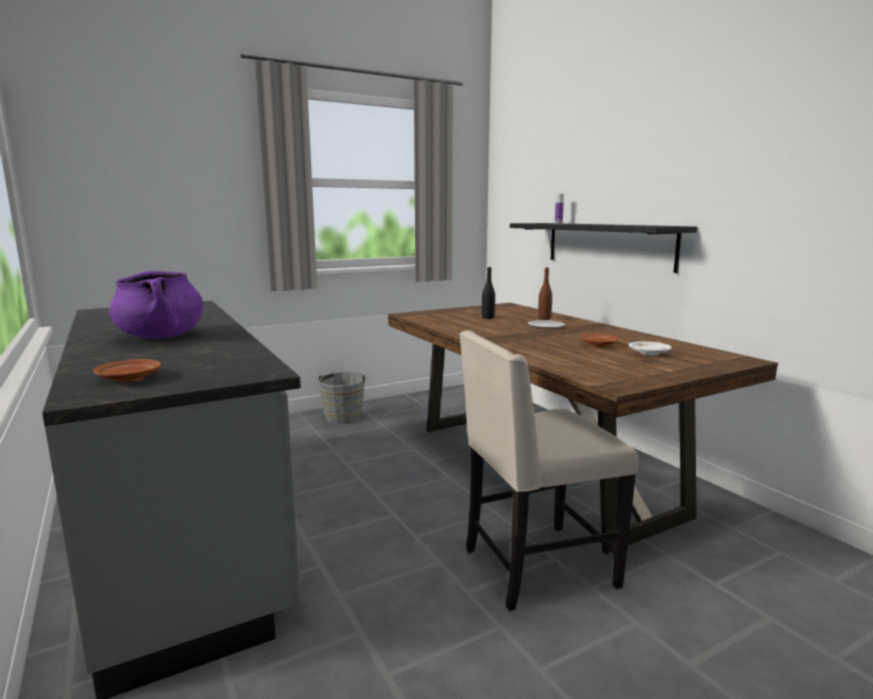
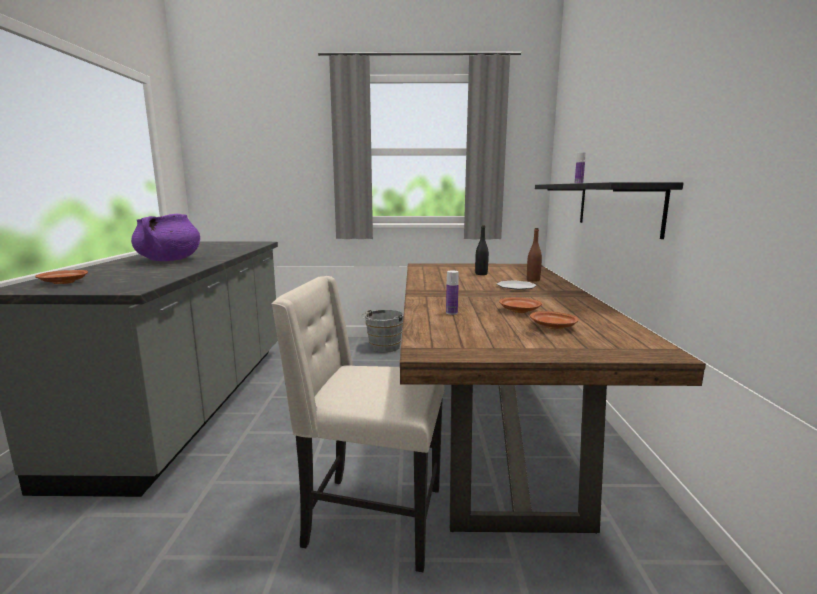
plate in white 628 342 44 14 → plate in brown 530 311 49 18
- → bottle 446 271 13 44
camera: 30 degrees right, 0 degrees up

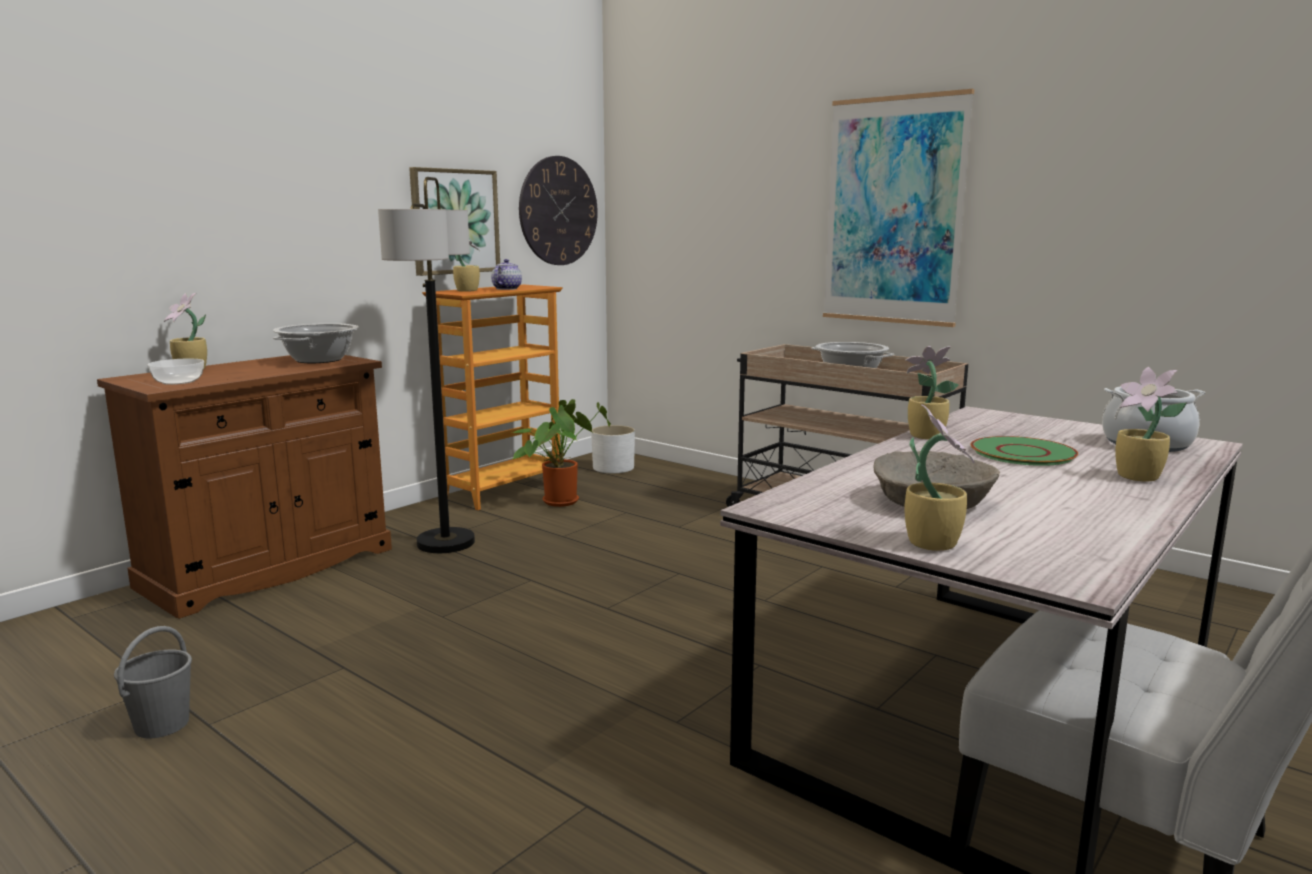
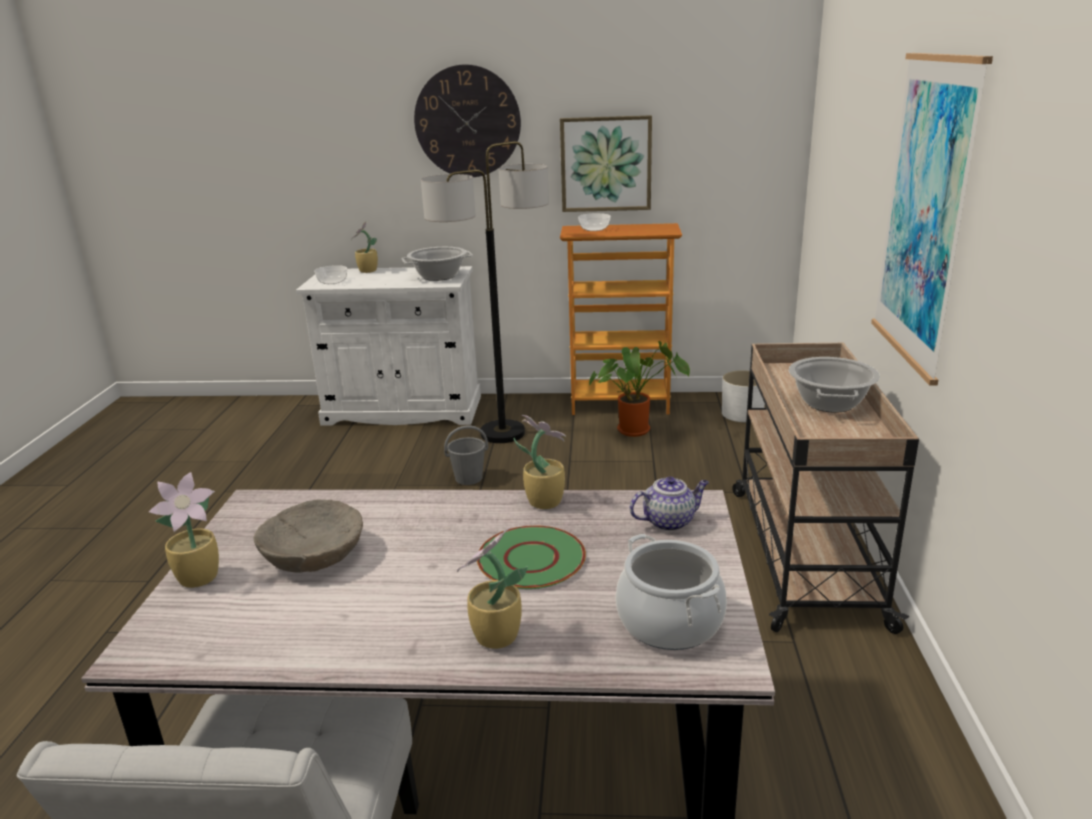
wall clock 519 156 79 109 → wall clock 414 64 107 113, move
potted plant 453 240 27 52 → bowl 578 213 33 18
teapot 491 259 31 31 → teapot 629 477 80 54, move
cabinet in brown 97 355 295 264 → cabinet in white 296 266 185 160
bucket in grey 114 626 78 112 → bucket in grey 444 426 44 59, move
camera: 55 degrees right, 10 degrees up

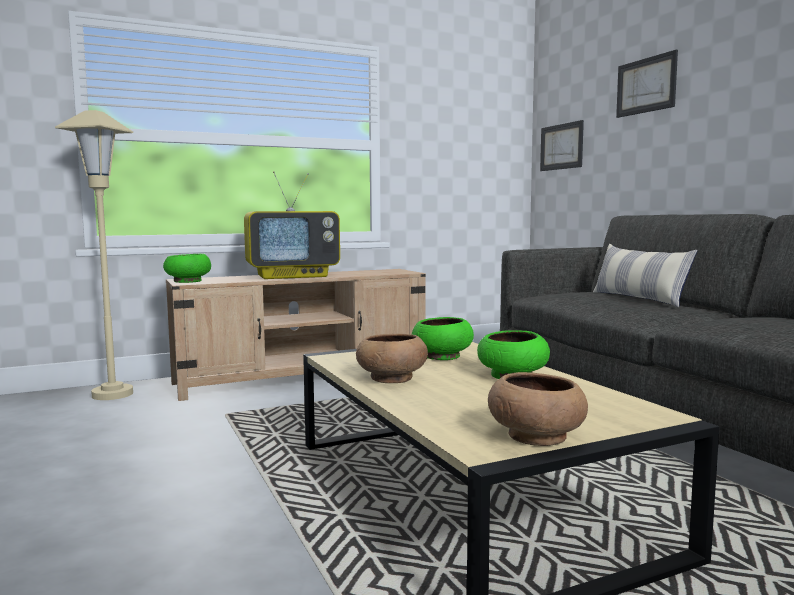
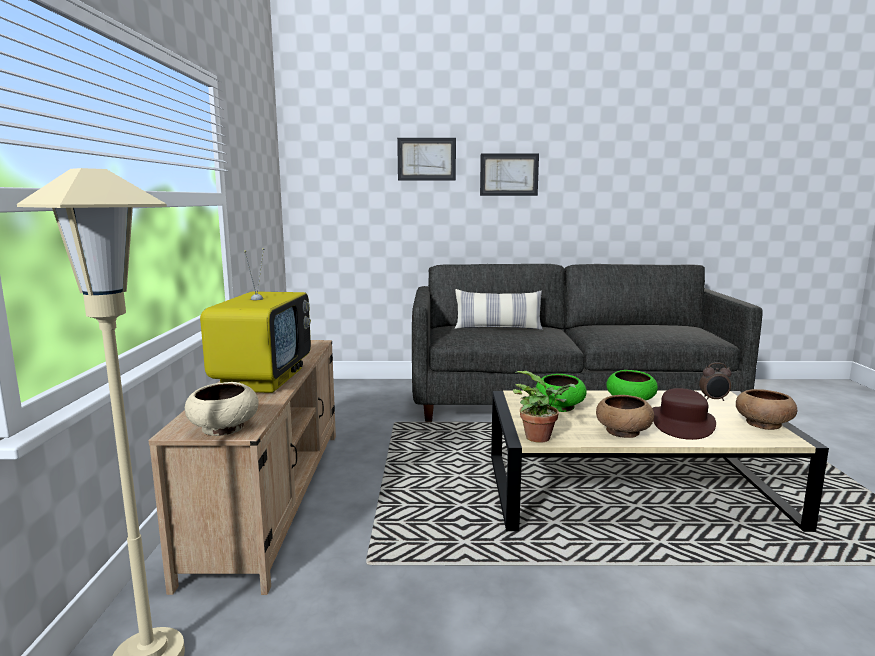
picture 540 120 44 51 → picture 480 153 59 43, move
bowl in green 163 254 48 29 → bowl in beige 185 382 73 54
- → alarm clock 699 363 33 38
- → potted plant 513 371 63 72
- → hat in brown 652 388 64 52
camera: 65 degrees left, 5 degrees up

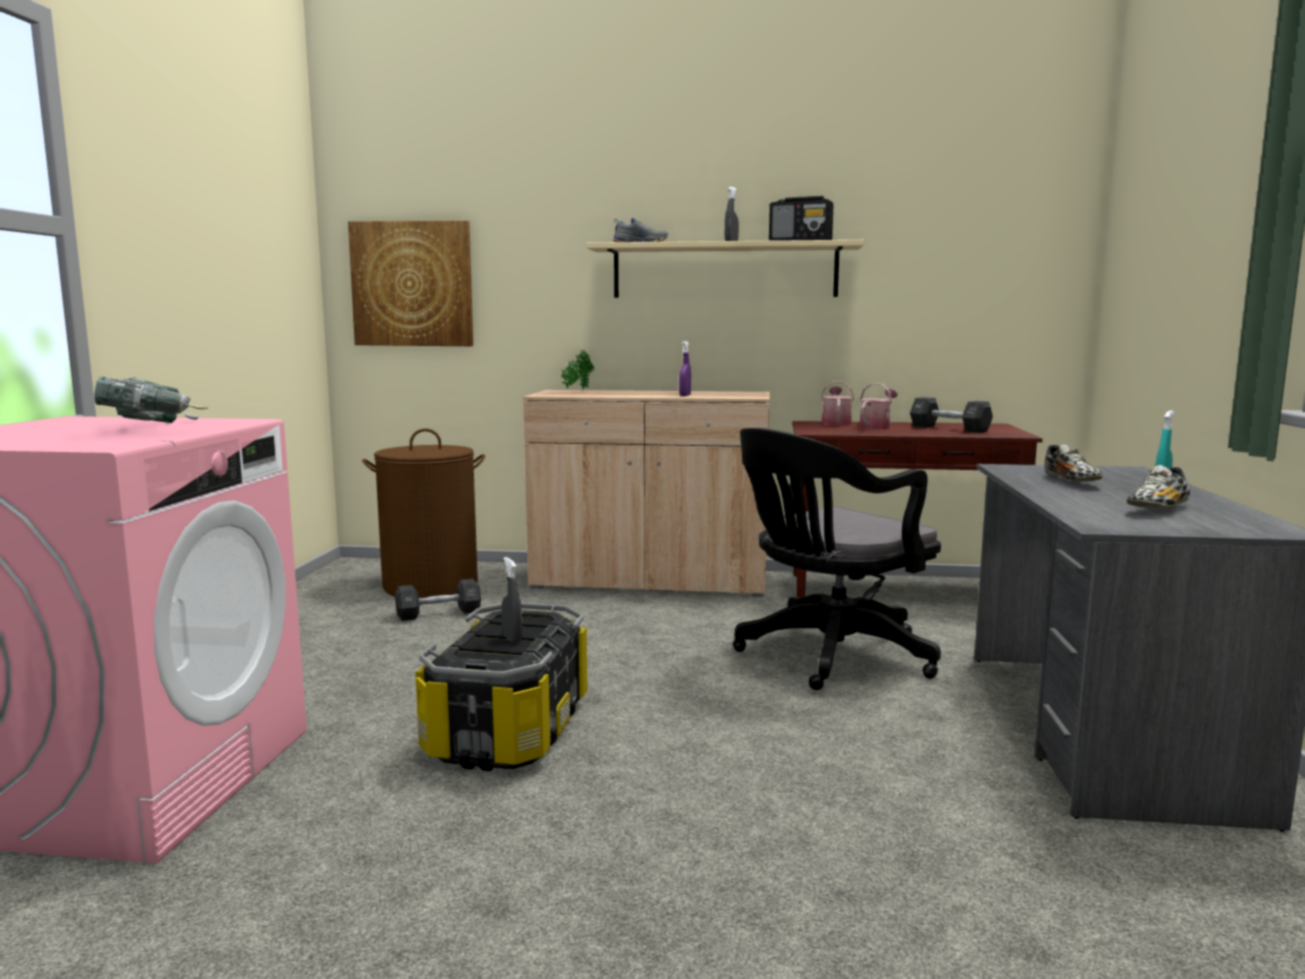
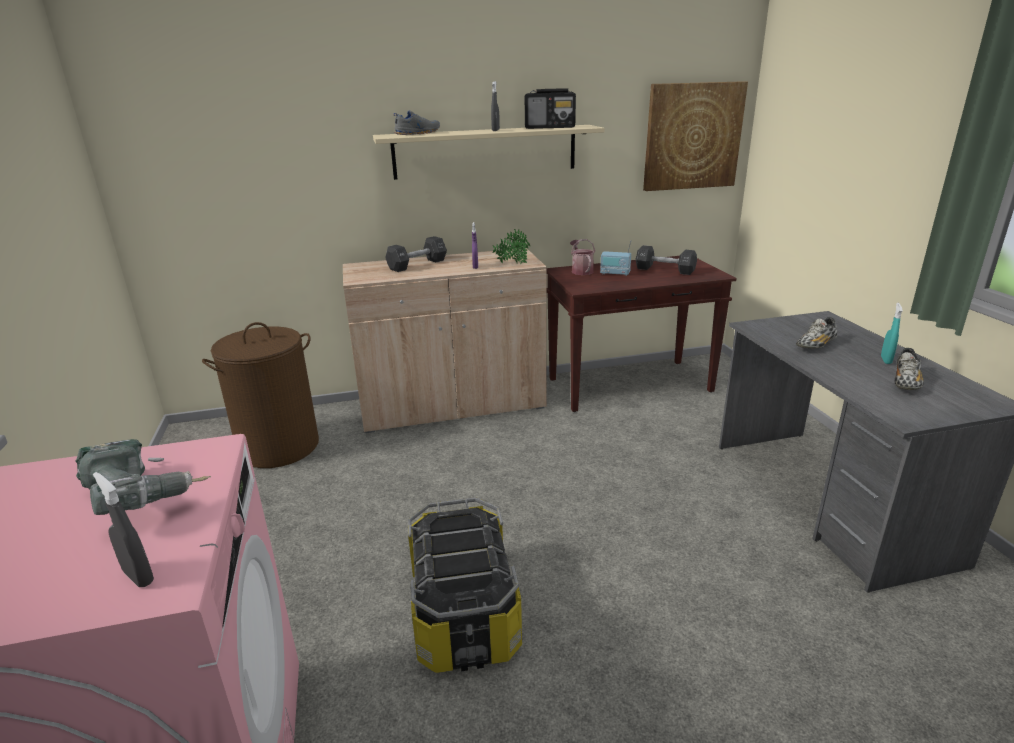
picture 348 220 125 126 → picture 643 81 105 110, move
potted plant 561 349 33 41 → potted plant 493 229 37 35, move
watering can 859 383 39 47 → radio 600 240 31 36
office chair in black 733 428 208 262 → -
shoe 1044 444 59 38 → shoe 796 317 42 31, 75 degrees clockwise
spray bottle in grey 501 557 21 86 → spray bottle in grey 93 472 61 115, move
dumbbell in black 395 579 86 42 → dumbbell in black 385 236 62 36, move
camera: 20 degrees left, 15 degrees up

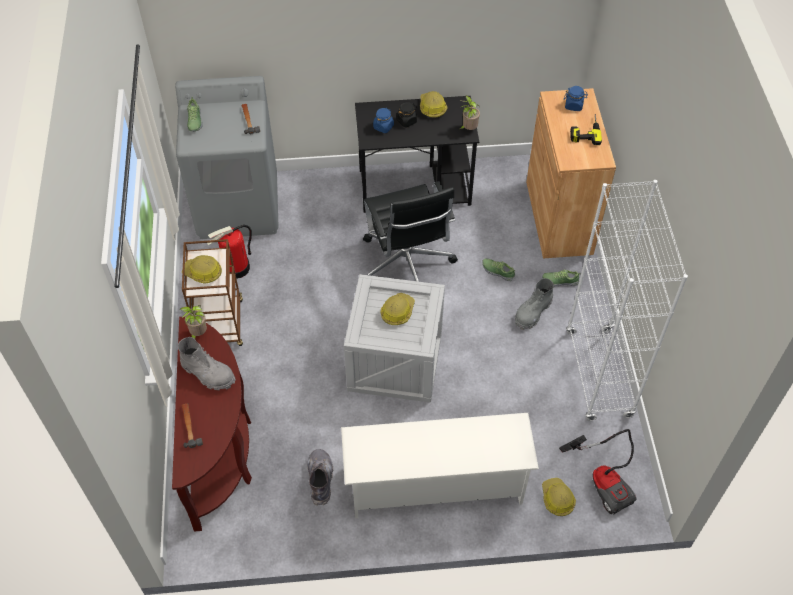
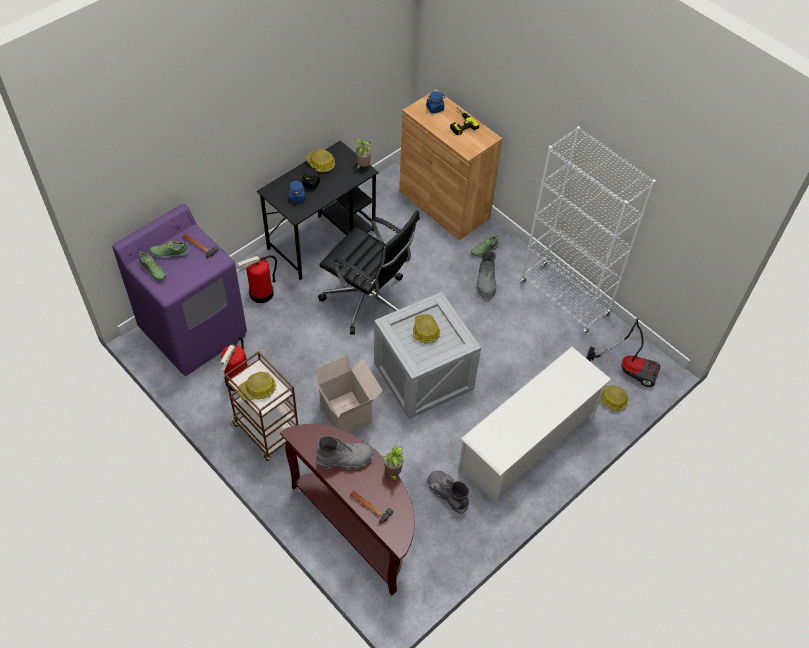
washing machine in grey 175 76 104 163 → washing machine in purple 112 204 135 172
shoe 482 258 33 23 → shoe 150 241 38 18, move
potted plant 180 305 27 34 → potted plant 384 446 20 37, move
- → fire extinguisher 237 255 40 48
- → cardboard box 313 355 70 78
camera: 40 degrees left, 0 degrees up

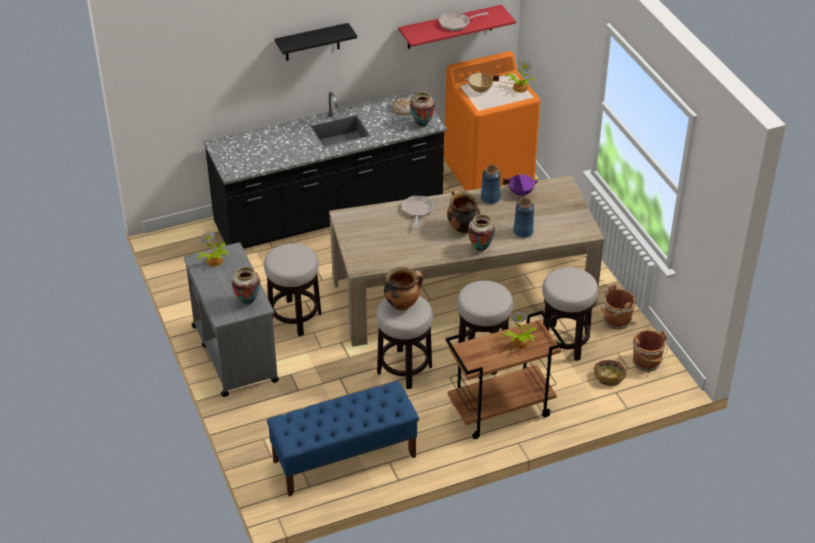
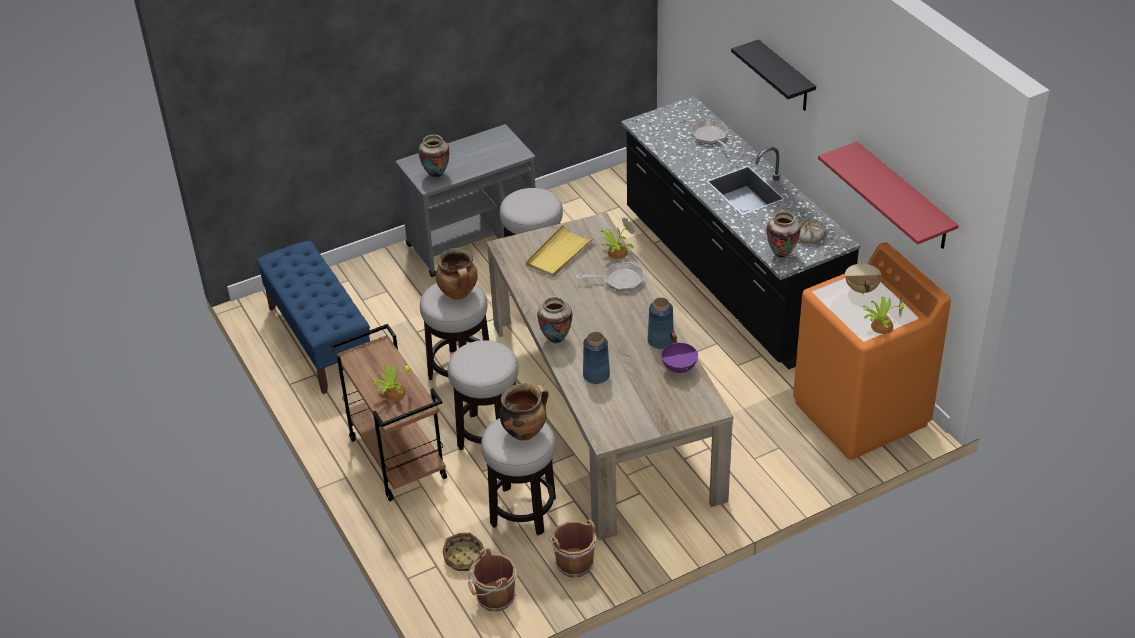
frying pan 439 12 49 19 → frying pan 690 119 42 33, move
cooking pot 447 190 34 44 → cooking pot 499 384 50 56, move
potted plant 198 231 31 36 → potted plant 600 217 35 42, move
- → tray in yellow 526 225 68 52
camera: 85 degrees right, 0 degrees up

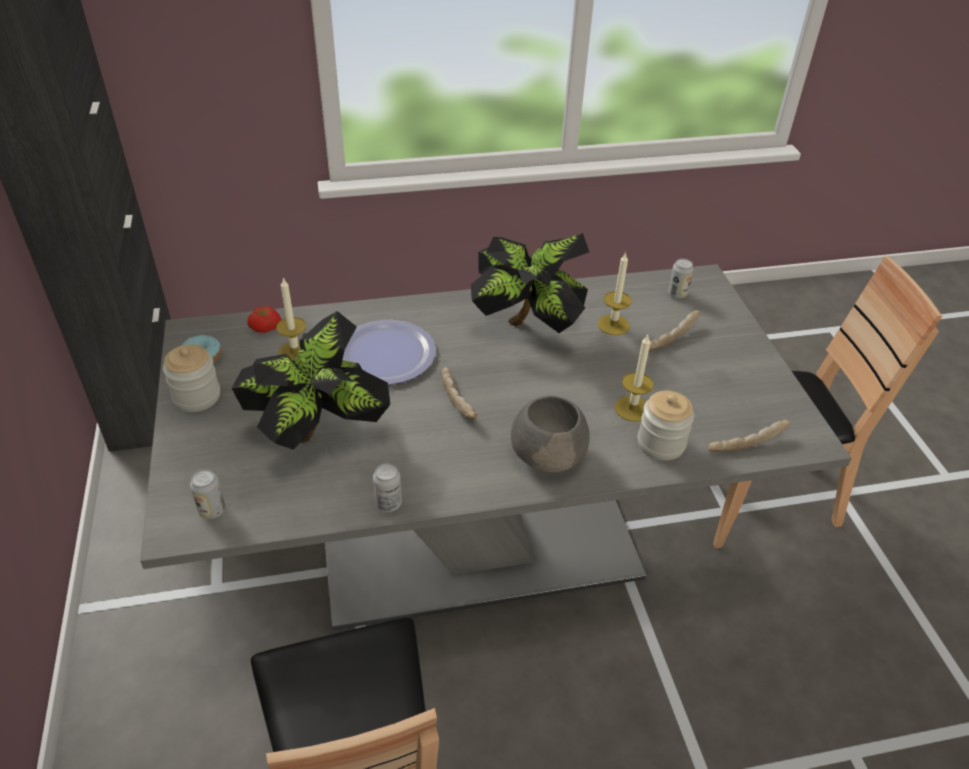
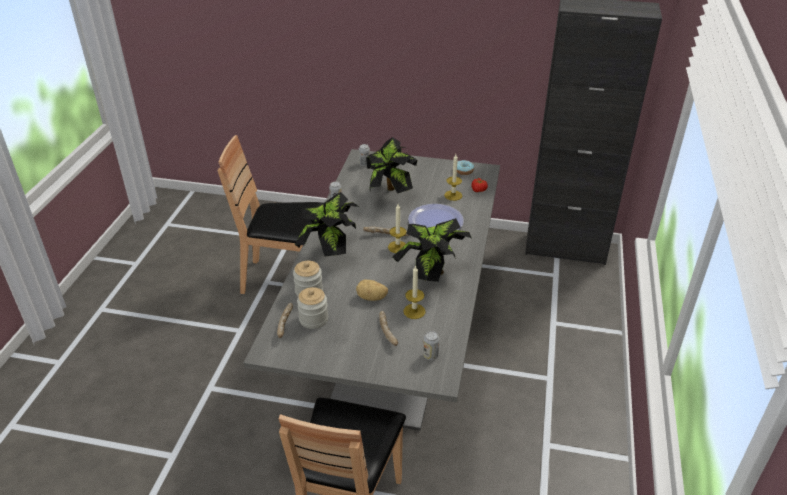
candle 615 335 39 87 → candle 388 204 18 49, move
jar 163 344 57 68 → jar 297 287 31 42, move
bowl in grey 511 396 79 76 → potted plant 295 192 64 64
- → potato 356 279 32 22
camera: 115 degrees right, 5 degrees down

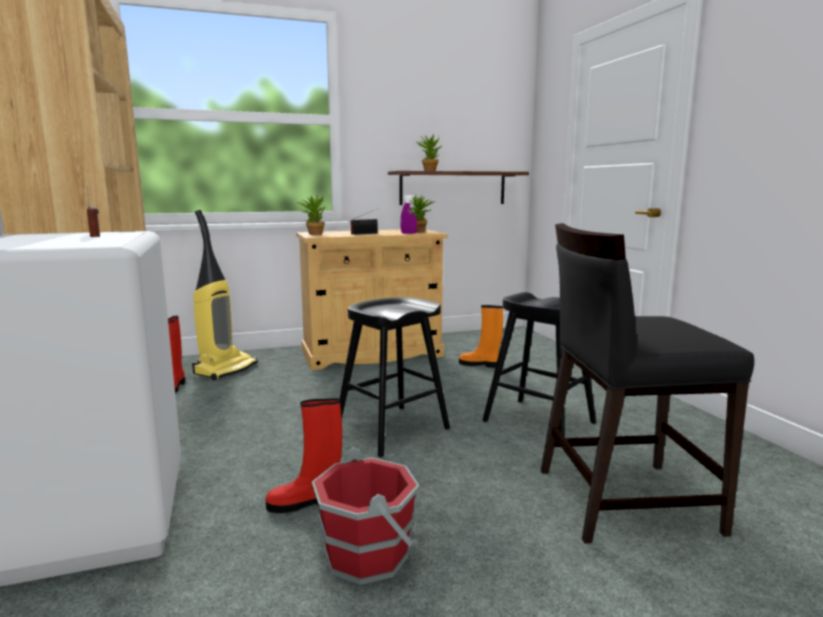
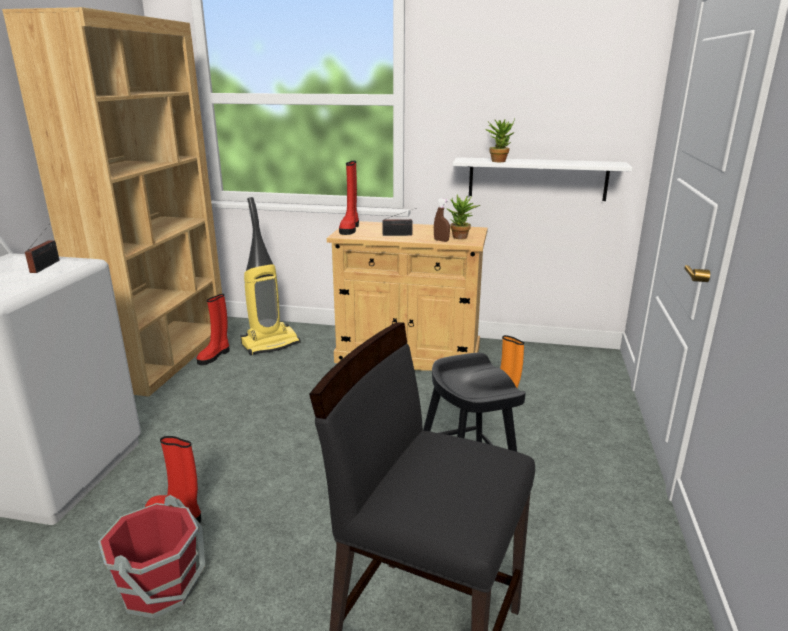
shelf in brown 388 171 141 34 → shelf in white 452 157 180 44
potted plant 296 195 30 40 → boot in red 339 161 20 74
spray bottle in purple 400 195 17 39 → spray bottle in brown 434 198 16 44
stool in black 340 297 110 160 → -
camera: 30 degrees right, 10 degrees up

